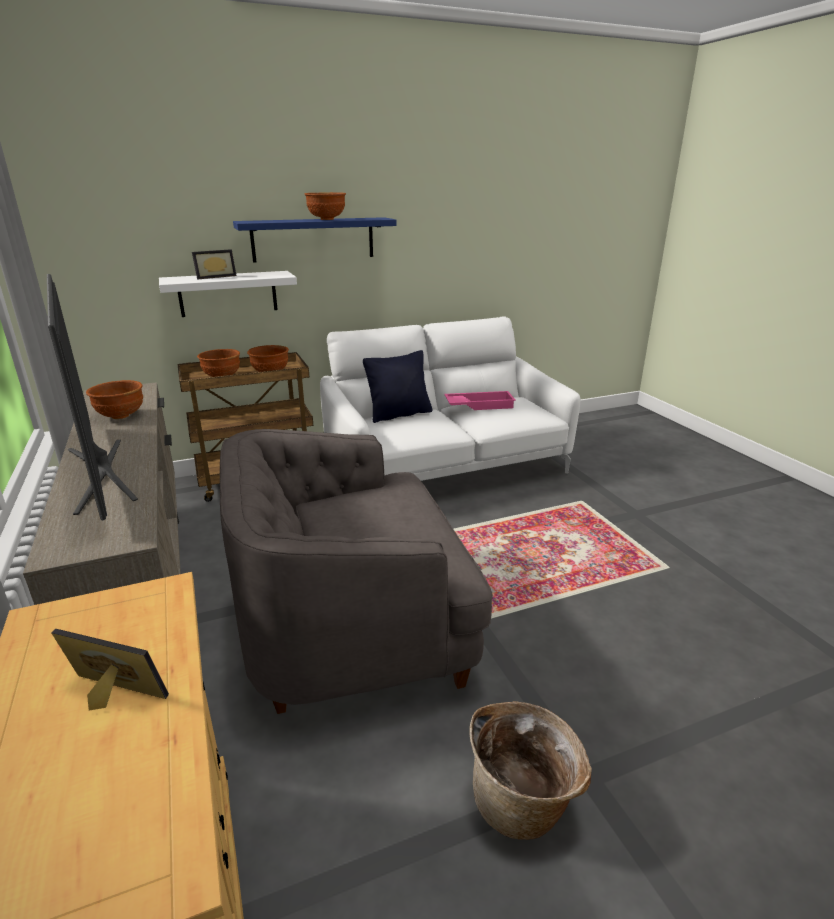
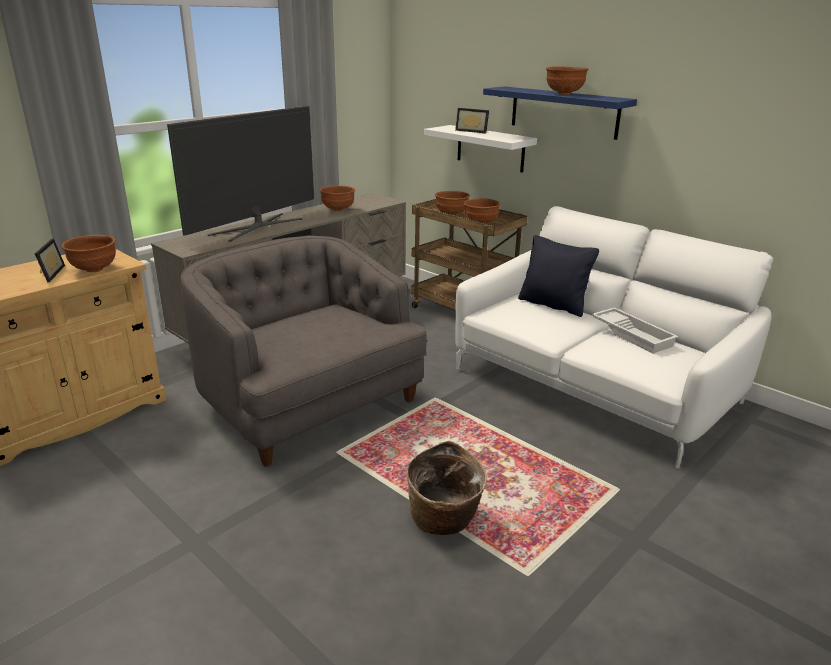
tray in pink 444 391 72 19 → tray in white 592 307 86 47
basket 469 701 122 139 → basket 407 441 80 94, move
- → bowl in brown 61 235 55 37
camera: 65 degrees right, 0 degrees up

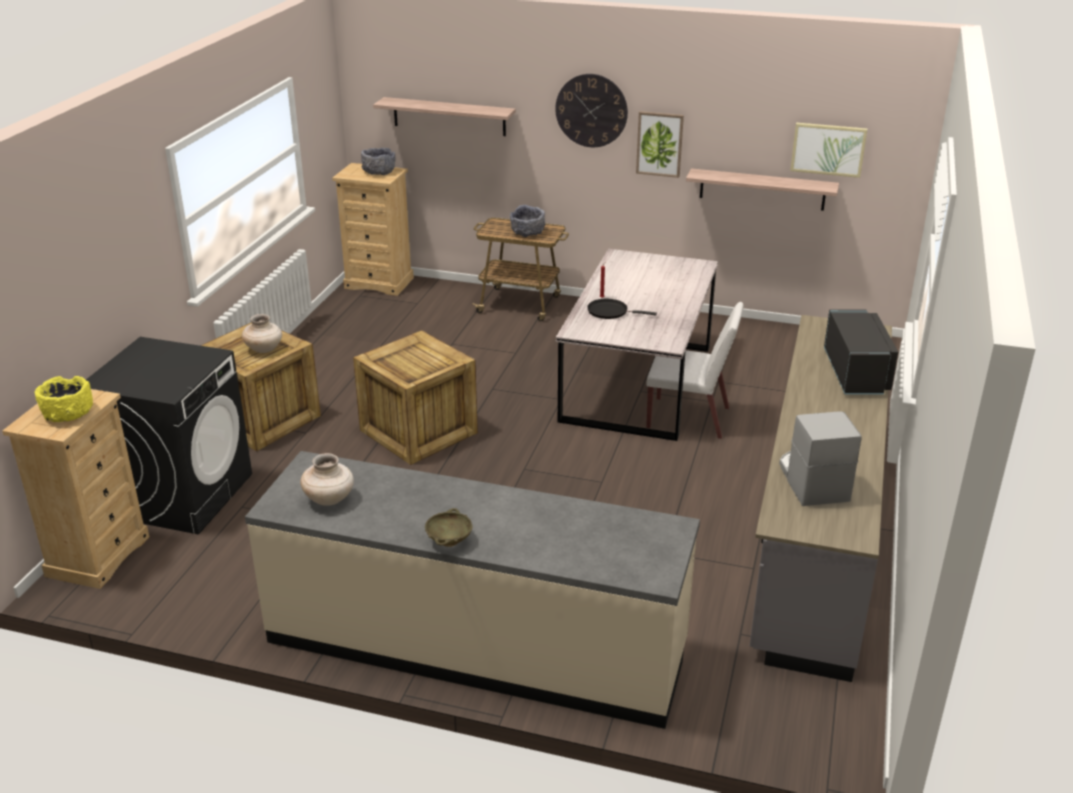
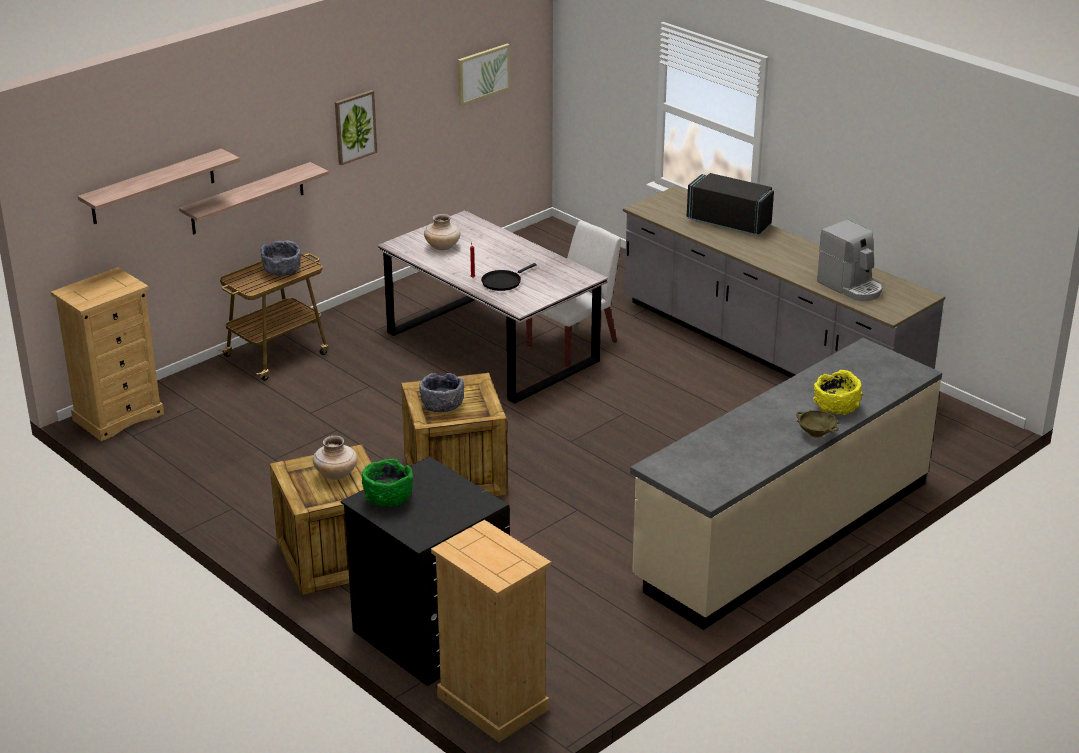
wall clock 555 74 73 73 → -
bowl in grey 361 148 34 27 → bowl in grey 419 373 45 39, move
shelf 686 168 153 43 → shelf 179 162 150 73, move
bowl in yellow 34 376 59 46 → bowl in yellow 813 370 50 45, move
coffee machine 779 411 83 95 → coffee machine 817 219 66 82, 150 degrees counterclockwise
vase in beige 300 453 54 53 → vase in beige 424 214 36 36, move
- → bowl in green 362 459 51 48
camera: 60 degrees left, 0 degrees up

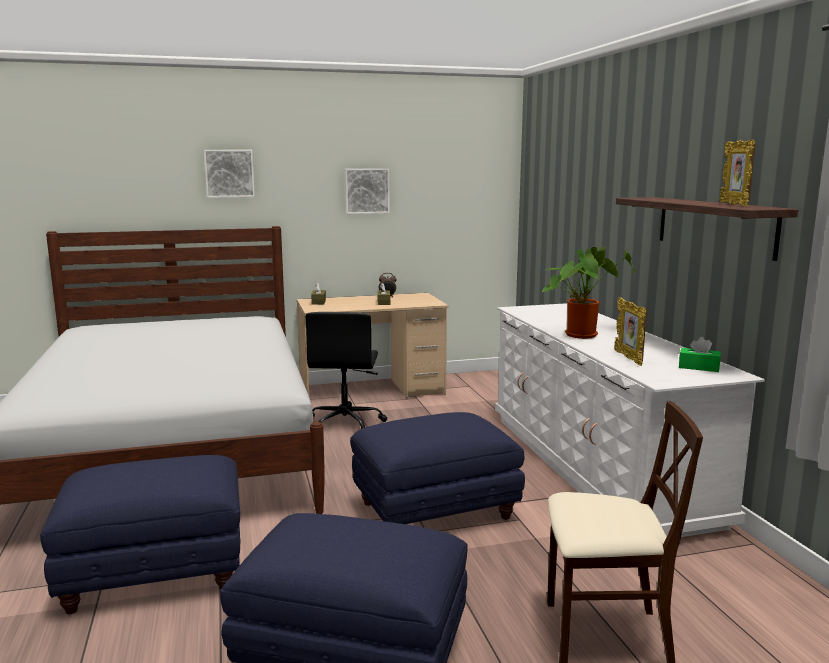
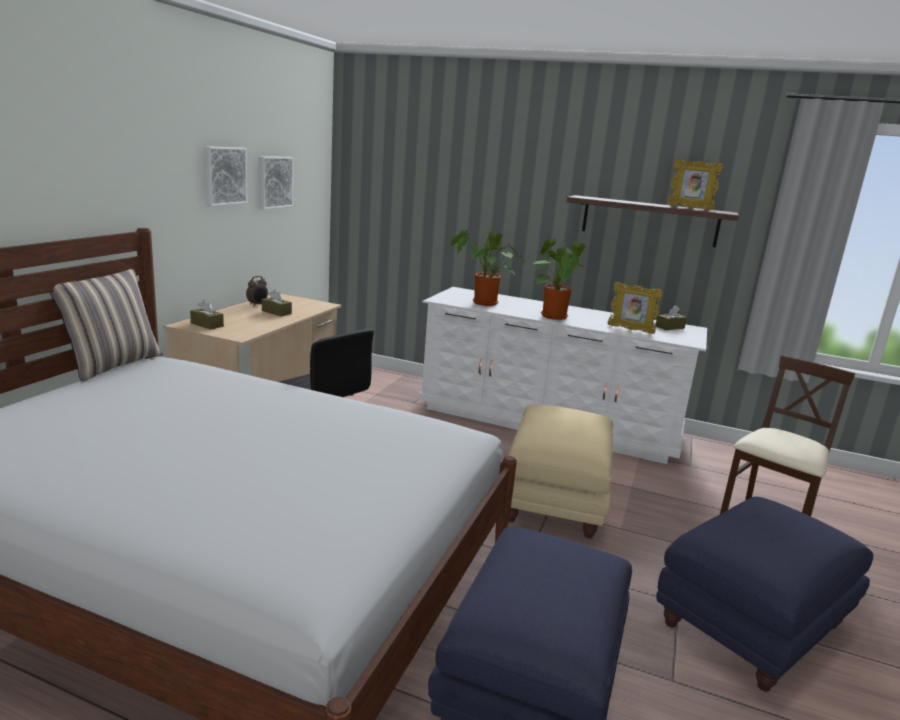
picture 204 150 51 48 → picture 258 156 35 54, move
tissue box in green 679 337 42 35 → tissue box in brown 655 305 32 25
ottoman in blue 350 412 175 112 → ottoman in beige 508 405 105 134
- → potted plant 451 229 75 77
- → pillow 50 269 113 113
camera: 55 degrees left, 5 degrees up

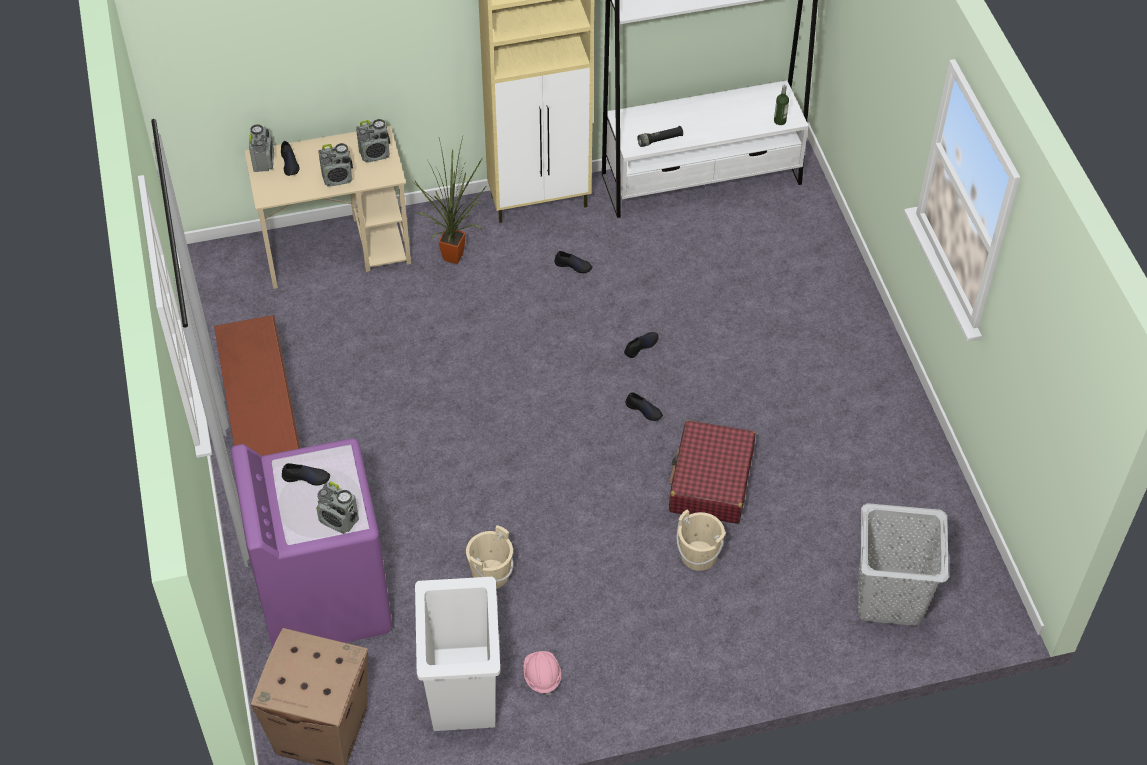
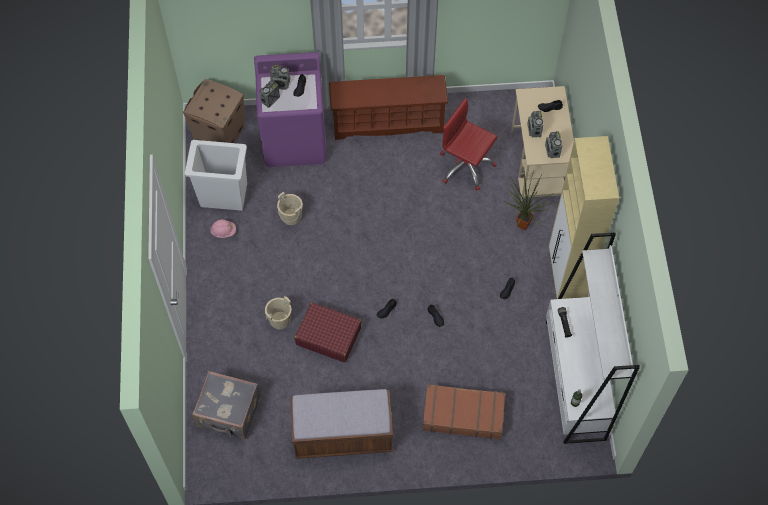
radio 249 124 25 48 → radio 270 65 20 25, move
laundry basket in grey 858 503 91 123 → suitcase in grey 192 371 68 68
- → office chair in red 440 98 58 93
- → suitcase in brown 423 384 83 56
- → bench in brown 290 389 103 70
camera: 100 degrees right, 10 degrees up

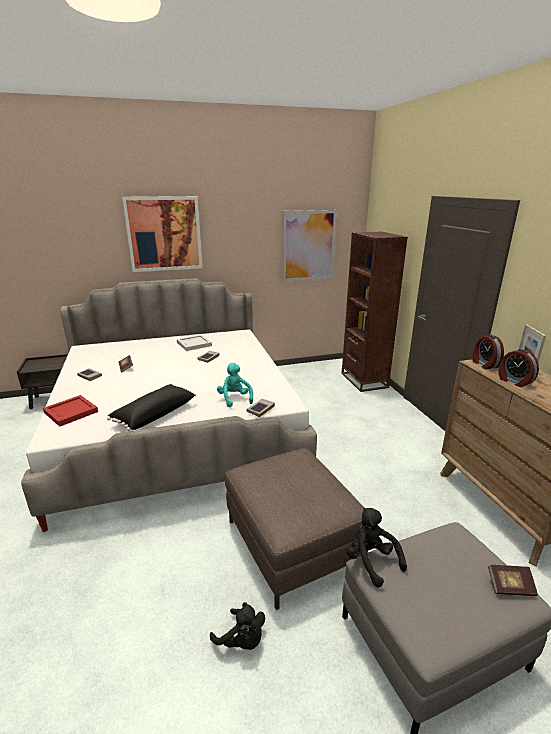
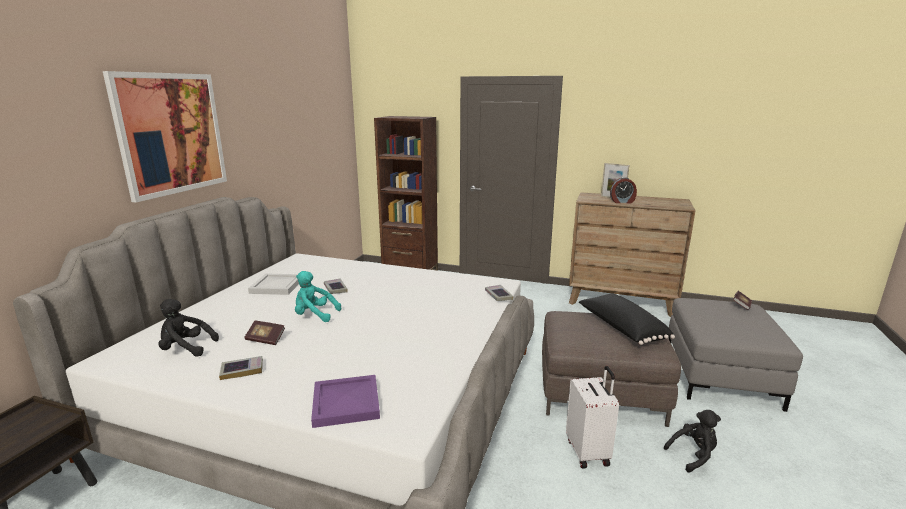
picture 282 210 55 72 → -
alarm clock 473 335 31 34 → -
plush toy in turquoise 217 363 36 45 → plush toy in turquoise 295 271 46 51, move
pillow in black 107 384 89 47 → pillow in black 579 294 96 51, move
tray in red 43 395 55 32 → tray in purple 311 375 69 53
plush toy in black 347 508 60 80 → plush toy in black 159 299 60 58, move
- → suitcase in white 566 366 53 103
camera: 55 degrees left, 5 degrees down

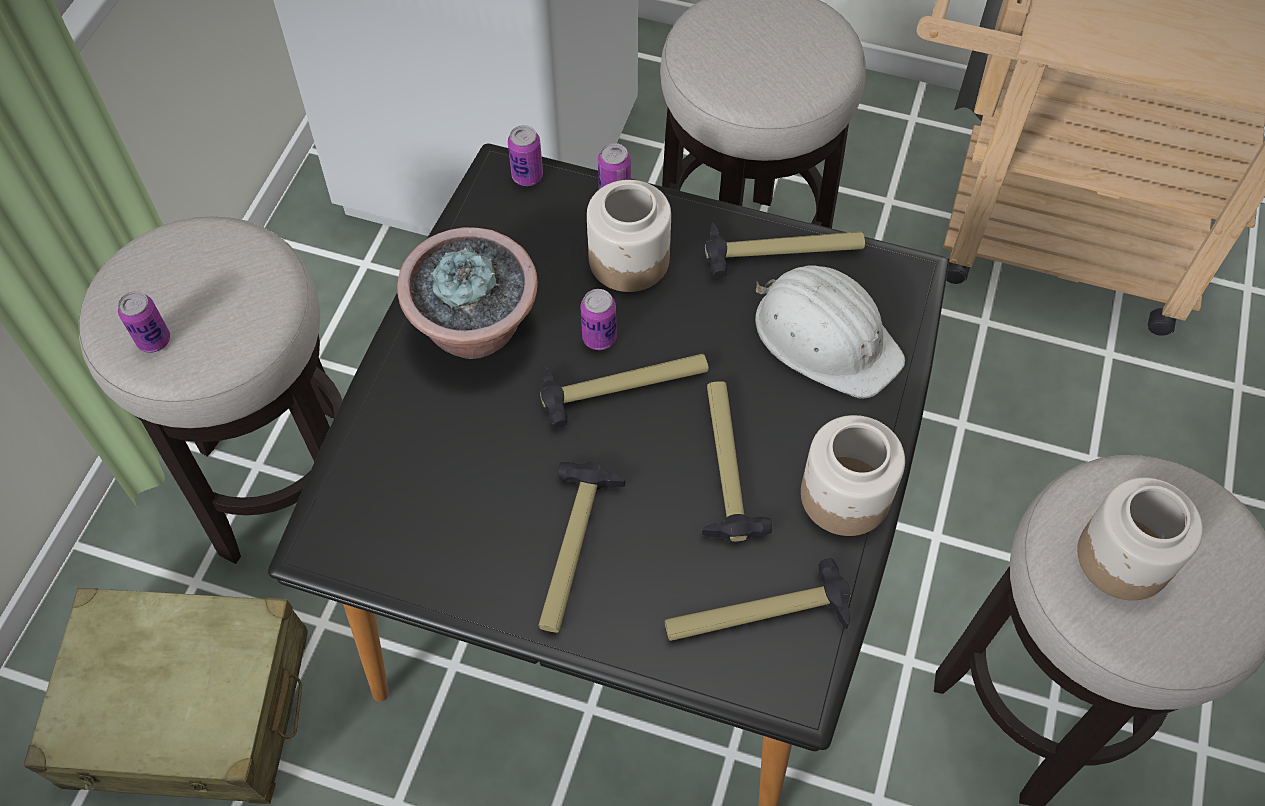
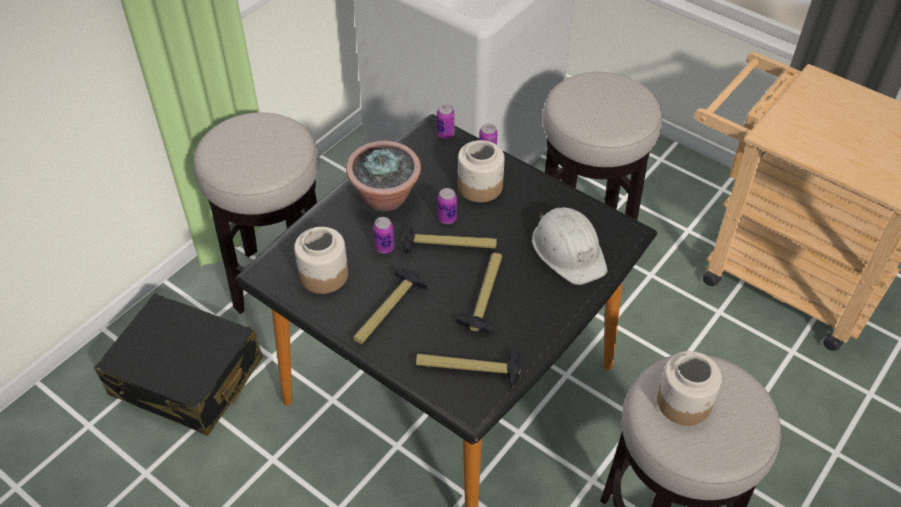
hammer 705 223 160 55 → -
can 118 291 52 62 → can 373 217 21 37, move
jar 801 415 104 121 → jar 294 227 54 67, move
suitcase in beige 24 588 284 216 → suitcase in black 94 293 169 143
camera: 20 degrees right, 10 degrees down

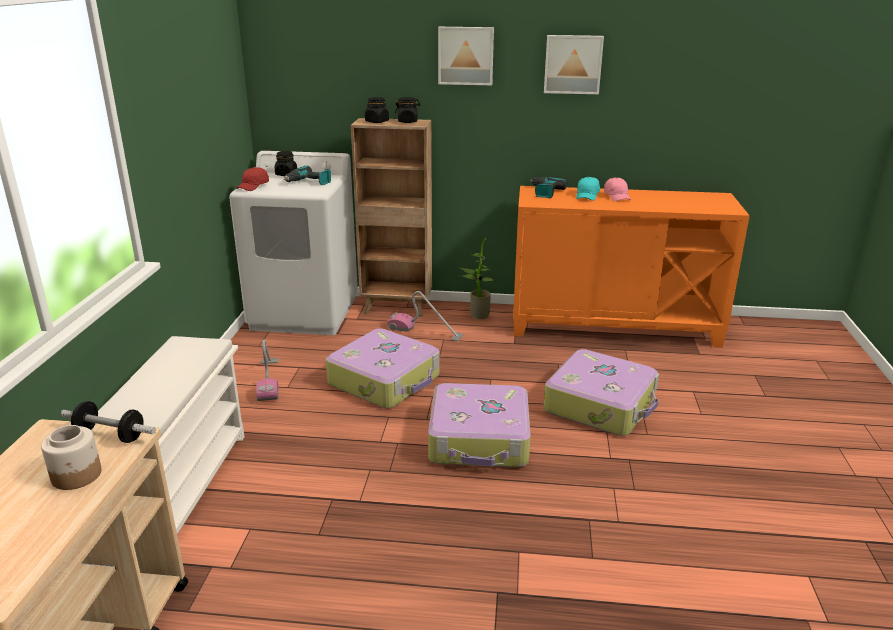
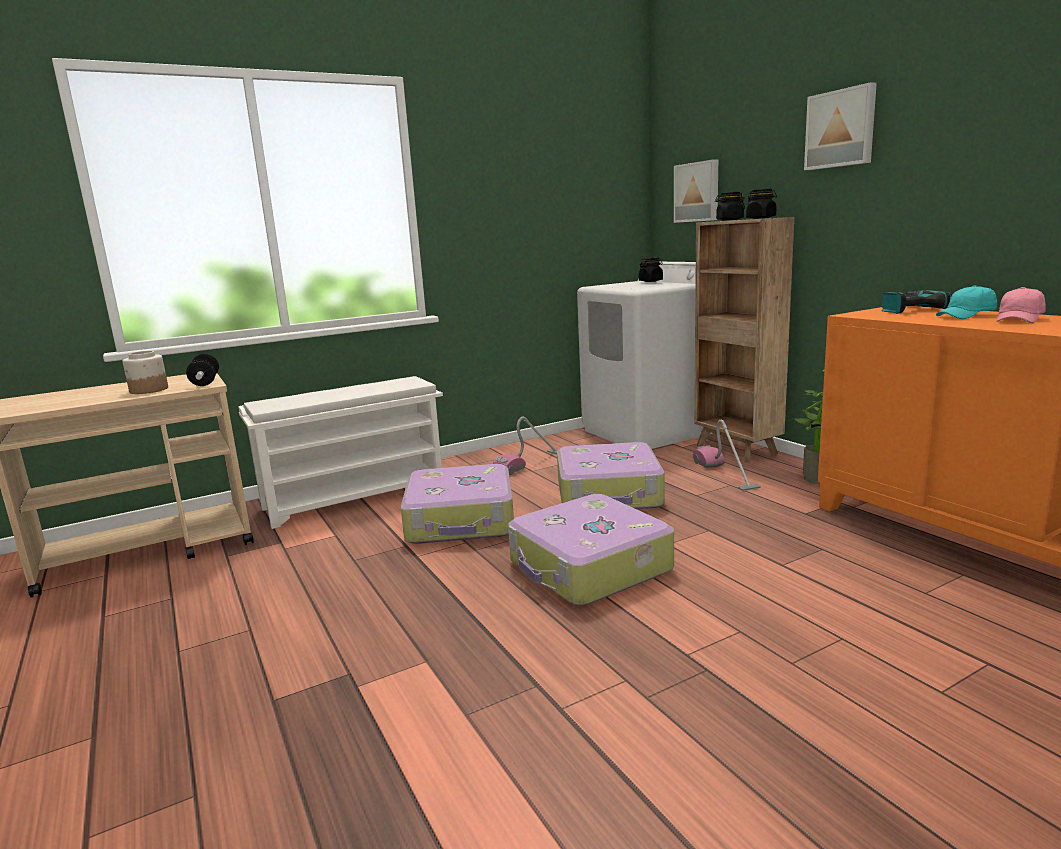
picture 544 35 60 59 → picture 674 159 44 64, move
power drill 284 166 47 19 → -
cap in red 236 167 33 24 → -
suitcase 543 349 116 87 → suitcase 401 464 113 80, move
camera: 55 degrees right, 10 degrees down

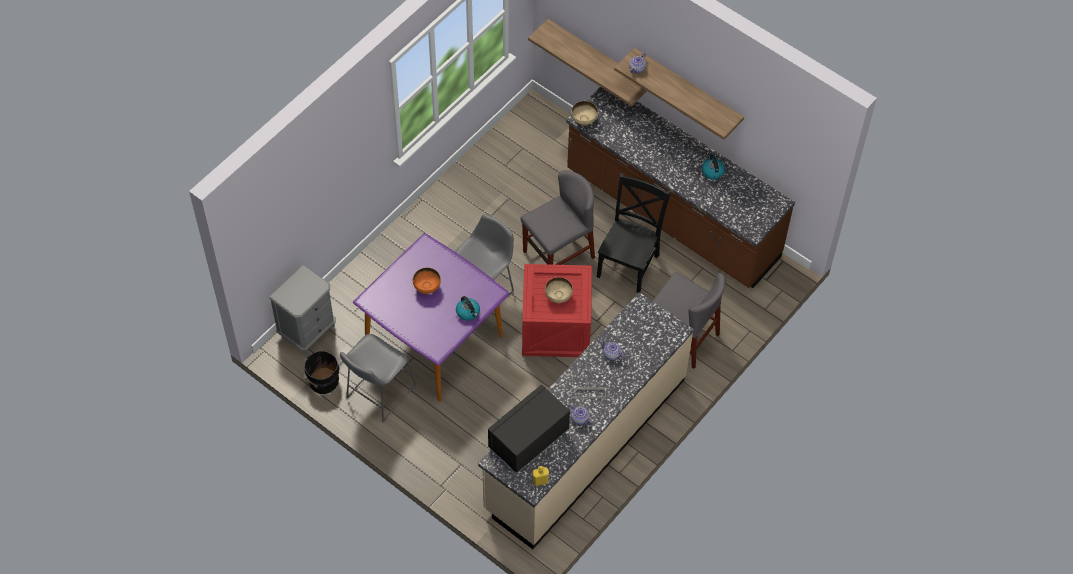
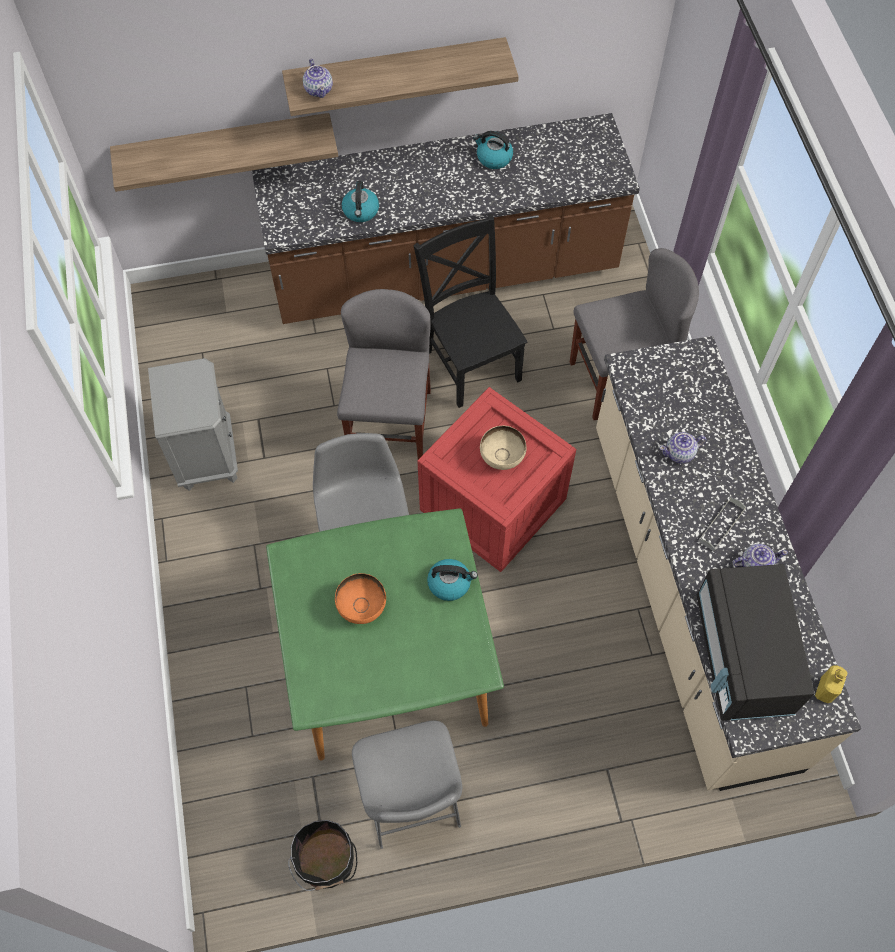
bowl in beige 571 101 27 25 → -
dining table in purple 353 233 156 169 → dining table in green 266 508 238 253
nightstand in grey 269 265 67 90 → nightstand in grey 148 358 90 133, move
- → kettle 342 181 37 41
camera: 50 degrees left, 5 degrees up

